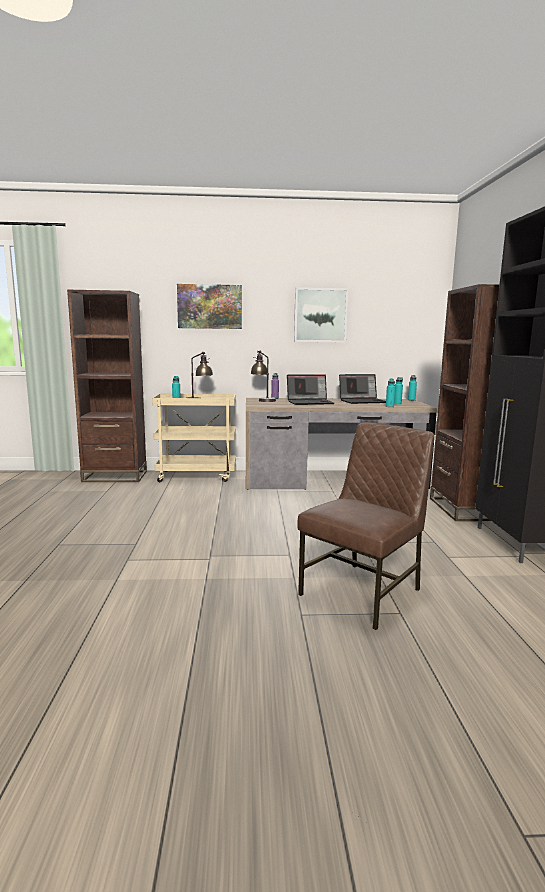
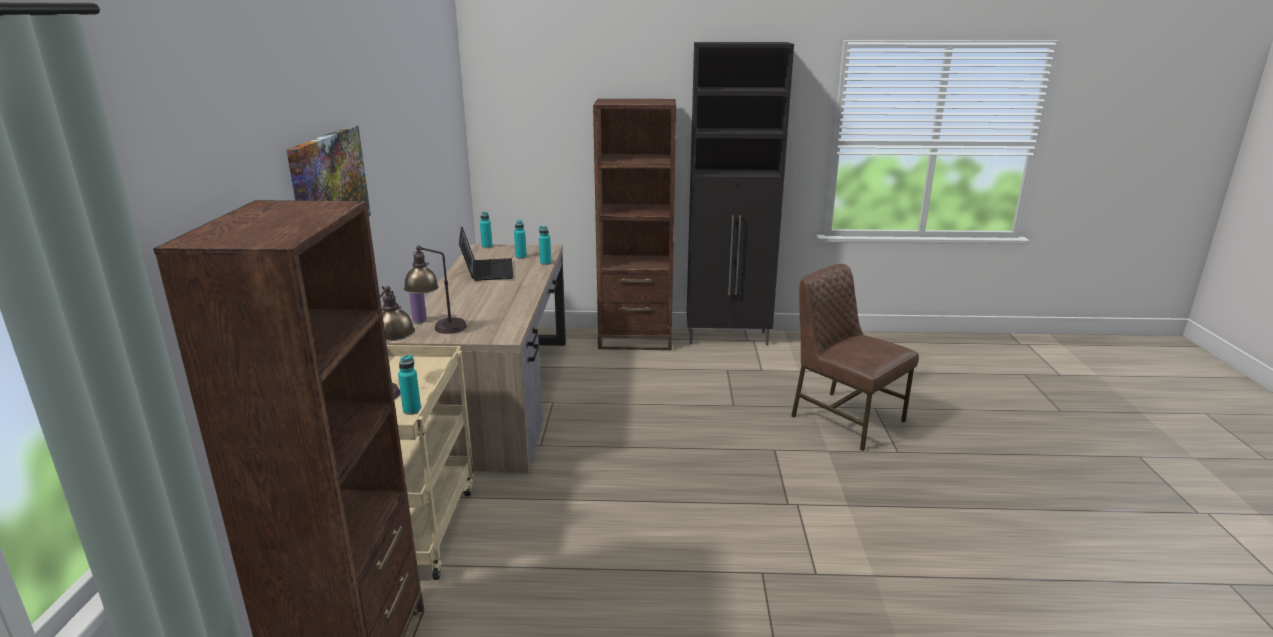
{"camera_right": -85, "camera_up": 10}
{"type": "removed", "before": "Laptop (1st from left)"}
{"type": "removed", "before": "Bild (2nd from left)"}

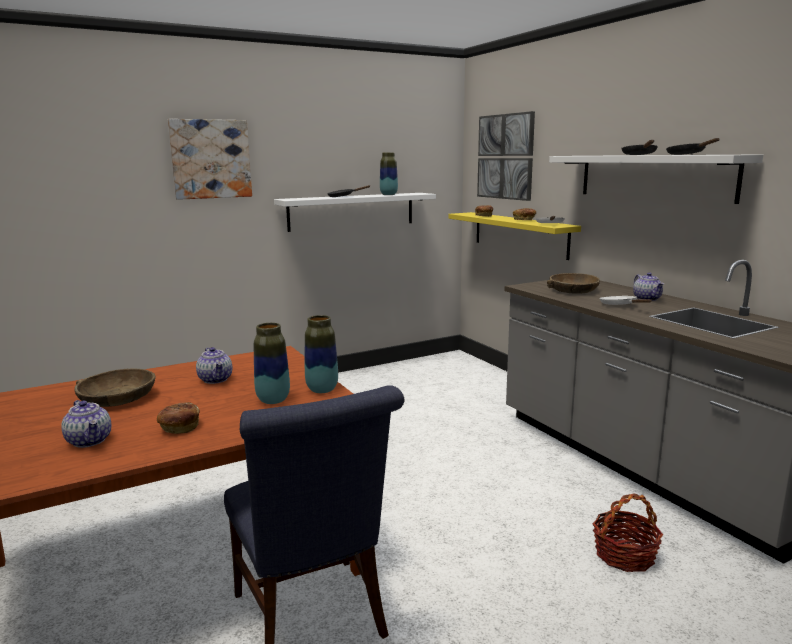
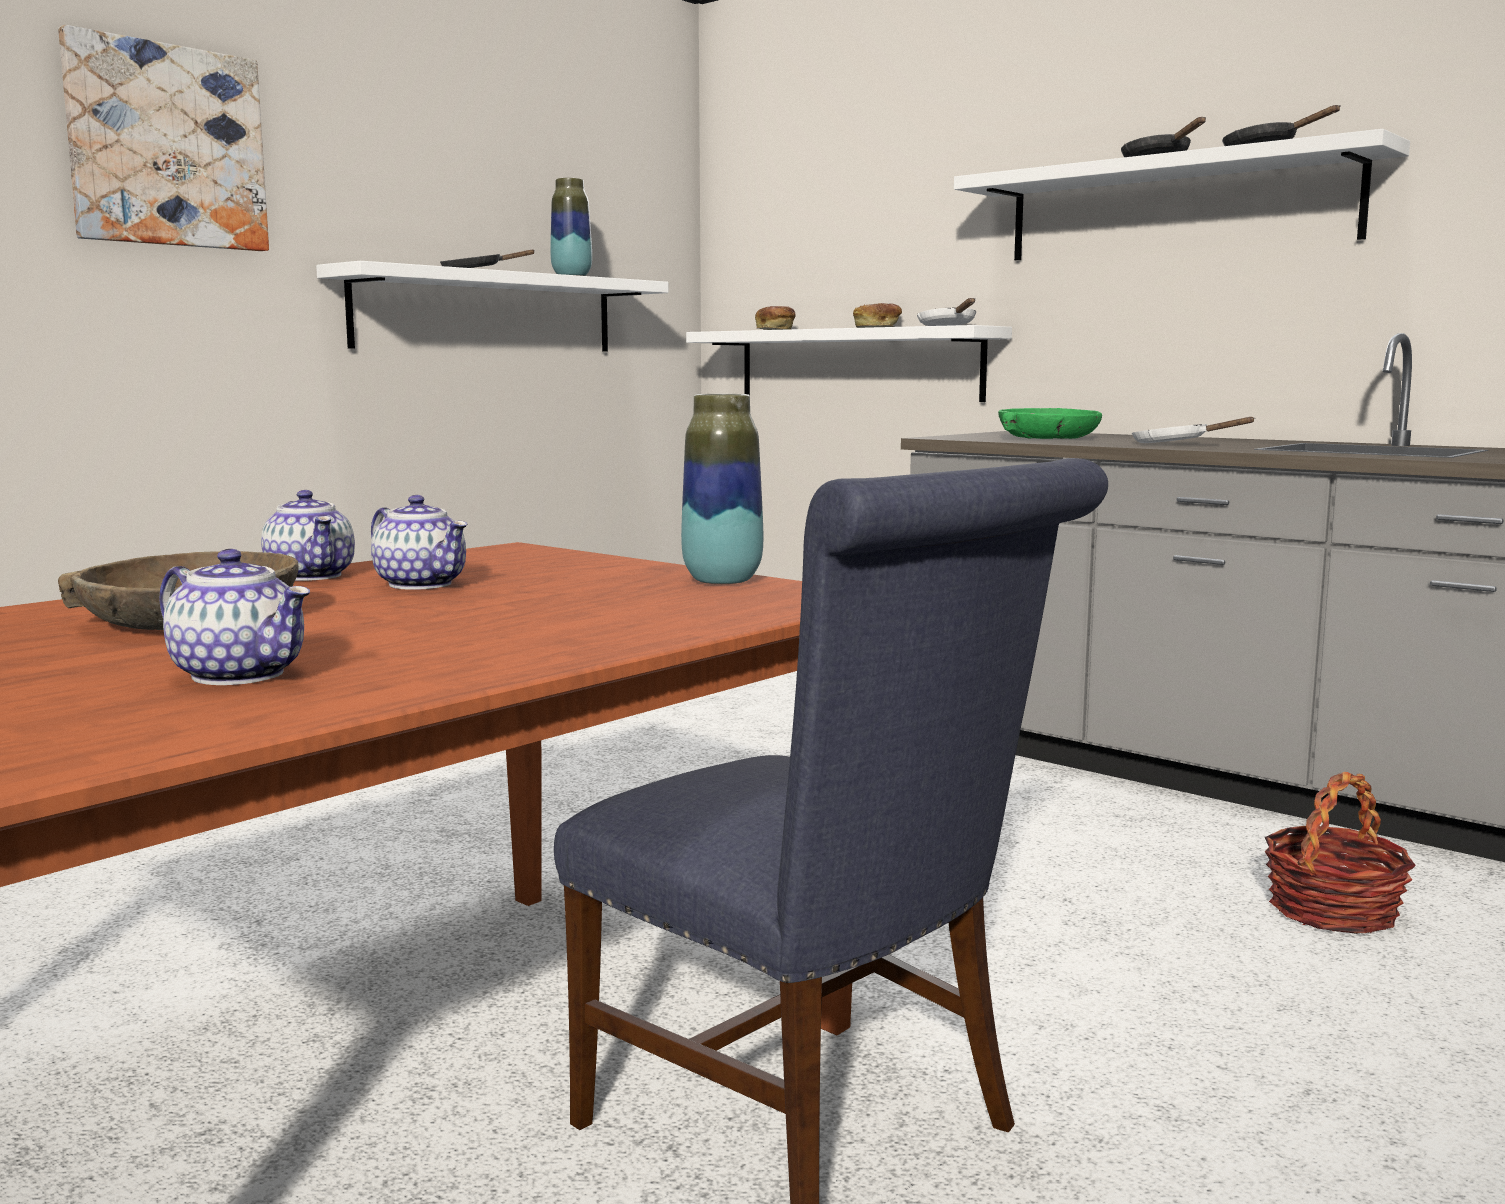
{"camera_right": -20, "camera_up": -5}
{"type": "removed", "before": "Brot (1st from left)"}
{"type": "removed", "before": "Vase (1st from left)"}
{"type": "recoloured", "before": "Wandregal [gelb]", "after": "Wandregal [weiß] (2nd from left)"}
{"type": "removed", "before": "Bild (2nd from left)"}
{"type": "recoloured", "before": "Schüssel [braun] (2nd from left)", "after": "Schüssel [grün]"}
{"type": "moved", "before": "Teekanne (3rd from left in the first image)", "after": "Teekanne (2nd from left)"}

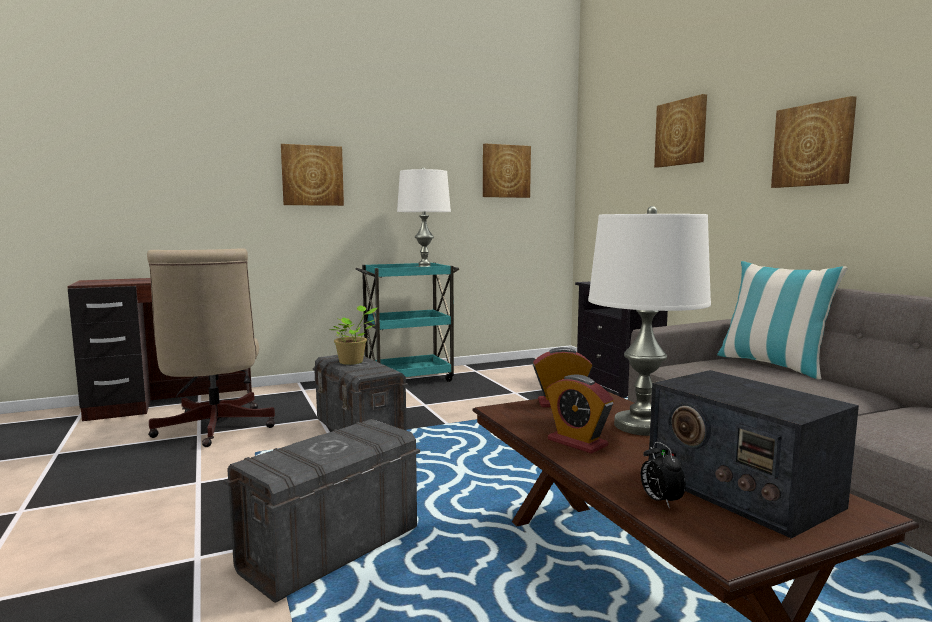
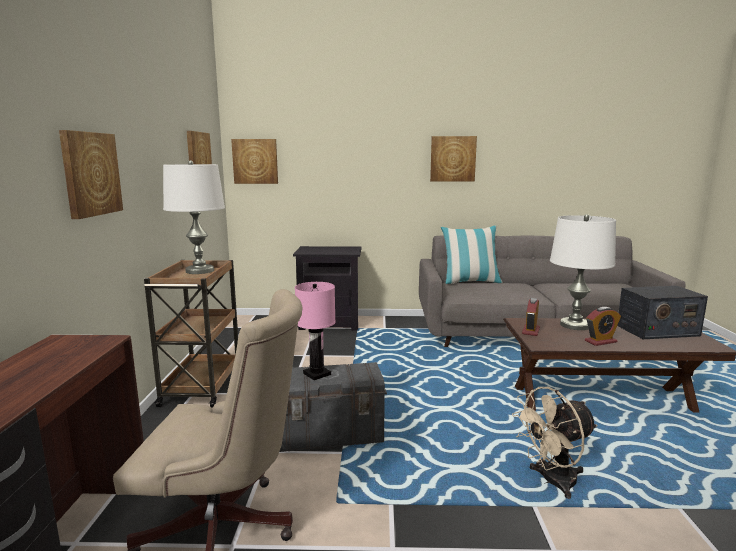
{"camera_right": -65, "camera_up": 5}
{"type": "replaced", "before": "Aufbewahrungsbox [grau] (1st from left)", "after": "Ventilator [beige]"}
{"type": "replaced", "before": "Topfpflanze", "after": "Tischlampe [rosa]"}
{"type": "recoloured", "before": "Rollwagen [türkis]", "after": "Rollwagen [braun]"}
{"type": "removed", "before": "Wecker (3rd from left)"}
{"type": "moved", "before": "Bild (3rd from left)"}

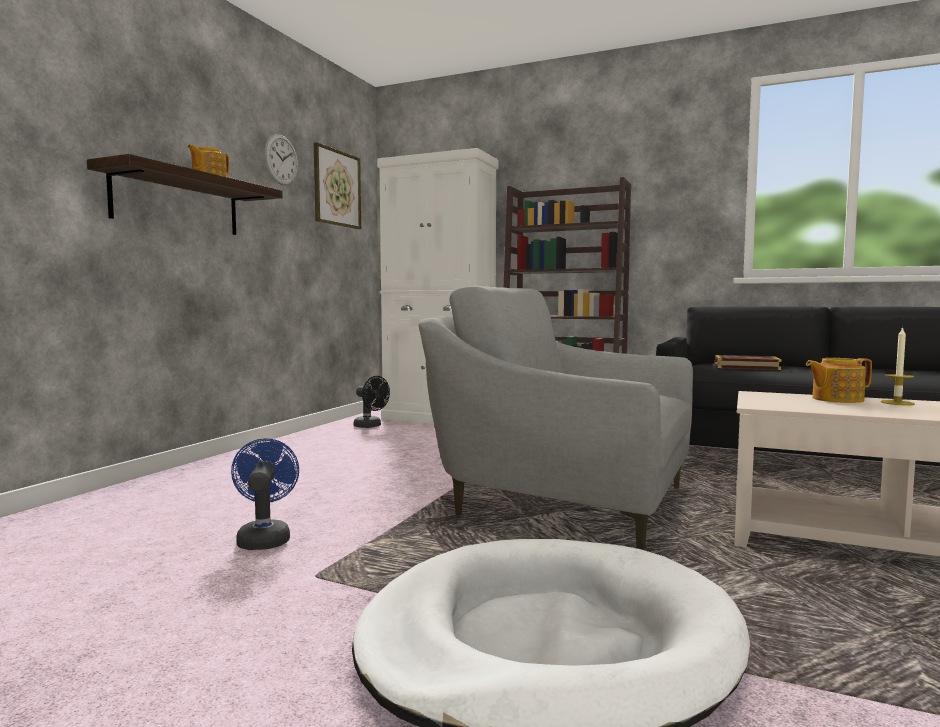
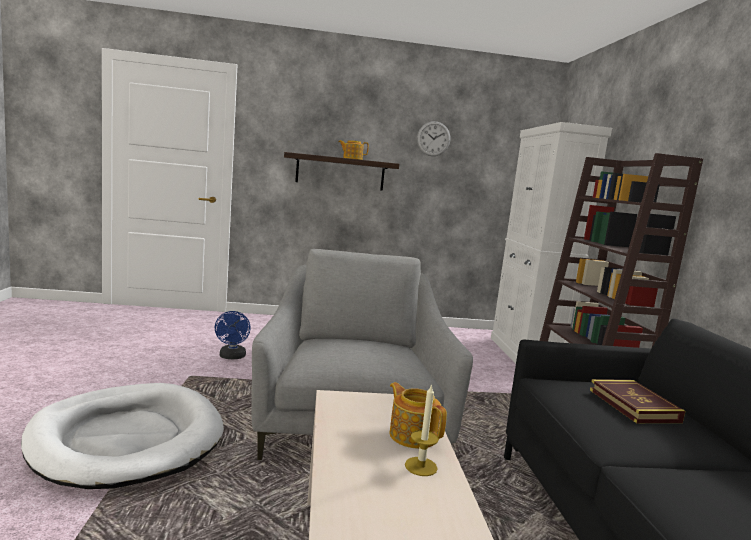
{"camera_right": 60, "camera_up": 5}
{"type": "turned", "before": "Ventilator [blau]", "turn": 120}
{"type": "removed", "before": "Bild"}
{"type": "removed", "before": "Ventilator [schwarz]"}

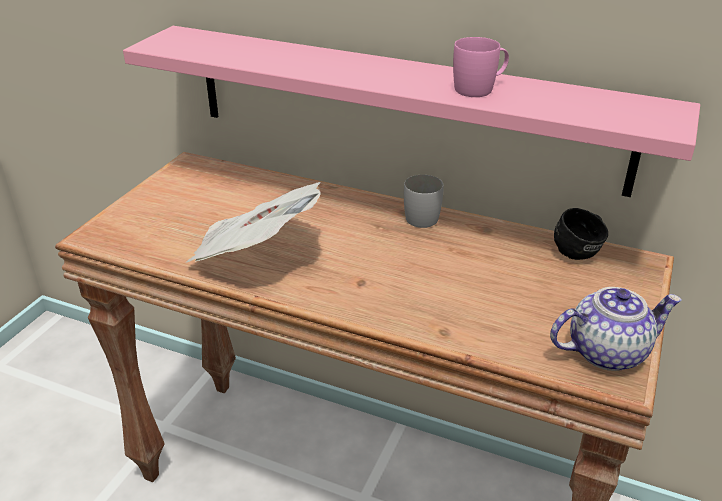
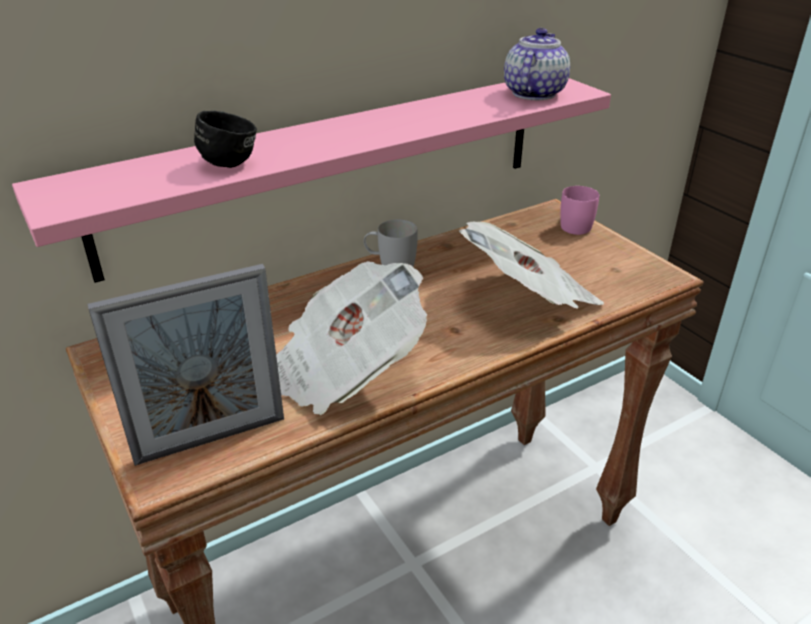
{"camera_right": -55, "camera_up": 0}
{"type": "moved", "before": "Henkelbecher [rosa]"}
{"type": "moved", "before": "Teekanne"}
{"type": "moved", "before": "Henkelbecher [schwarz]"}
{"type": "added", "after": "Bilderrahmen"}
{"type": "added", "after": "Zeitung (2nd from left)"}

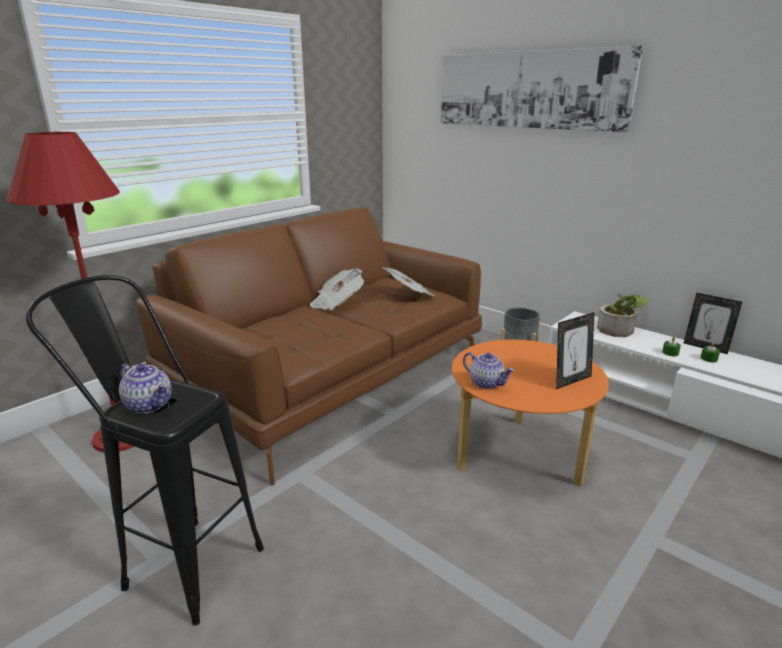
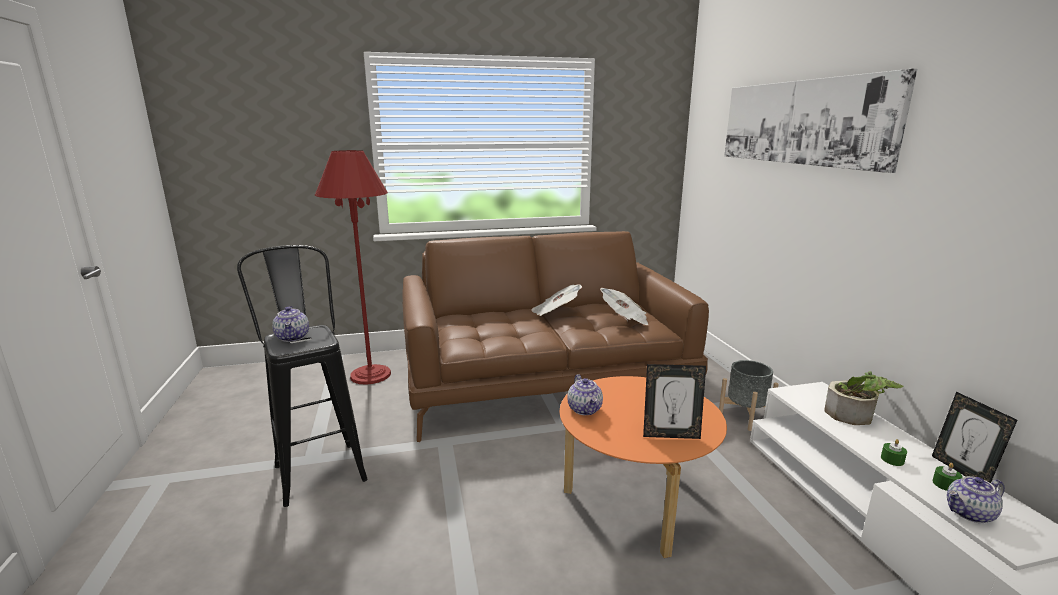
{"camera_right": 35, "camera_up": -5}
{"type": "added", "after": "Teekanne (3rd from left)"}

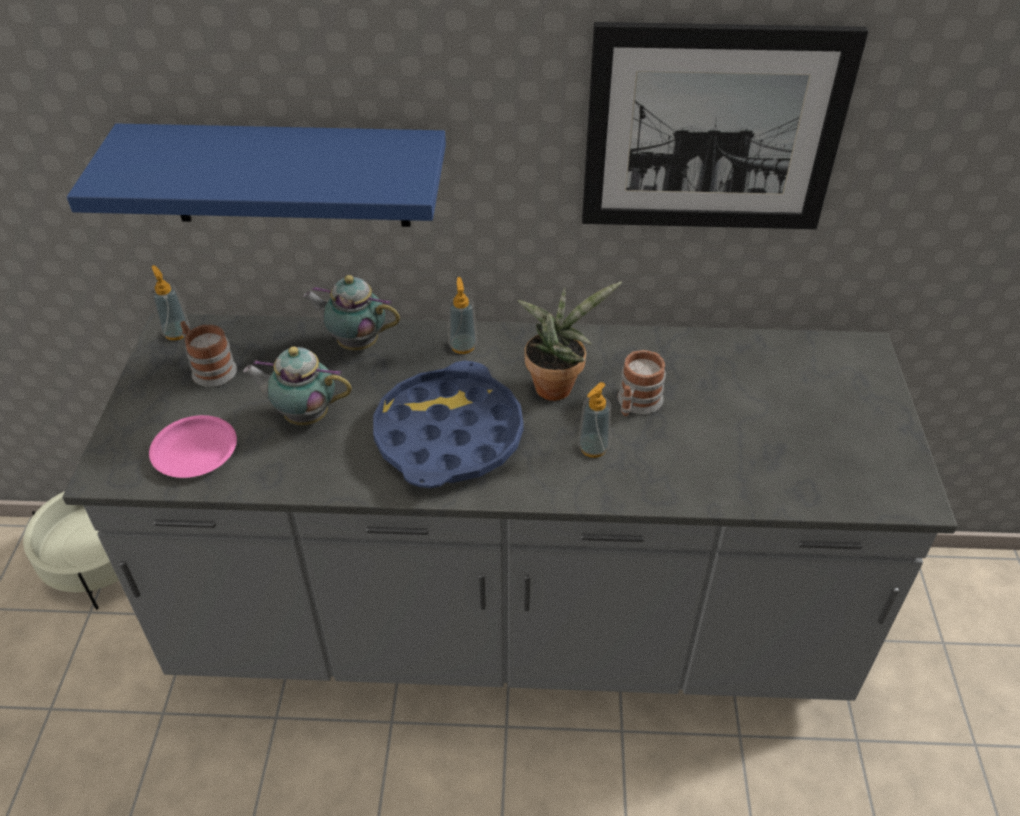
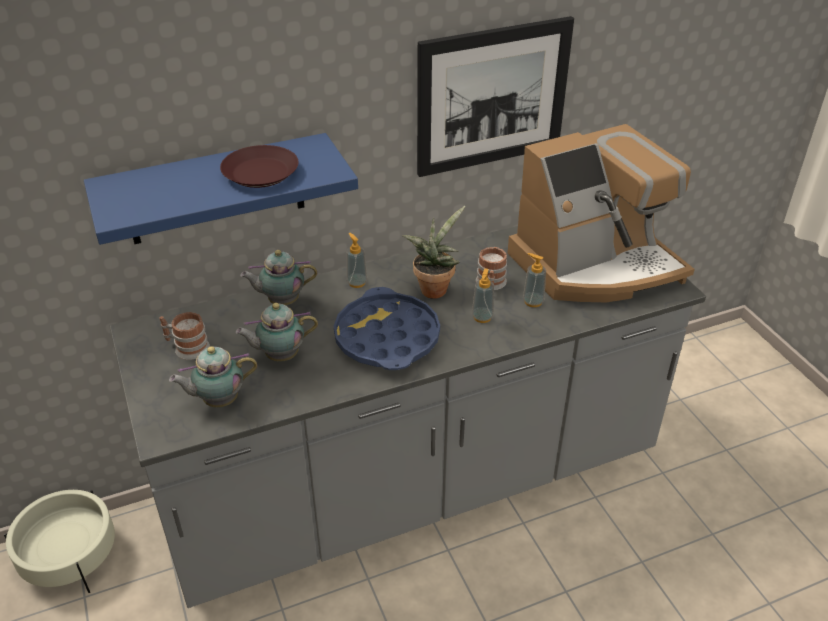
{"camera_right": -25, "camera_up": -5}
{"type": "replaced", "before": "Teller [rosa]", "after": "Teekanne (1st from left)"}
{"type": "moved", "before": "Seifenspender (1st from left in the first image)", "after": "Seifenspender (3rd from left)"}
{"type": "added", "after": "Teller [braun]"}
{"type": "added", "after": "Kaffeemaschine"}

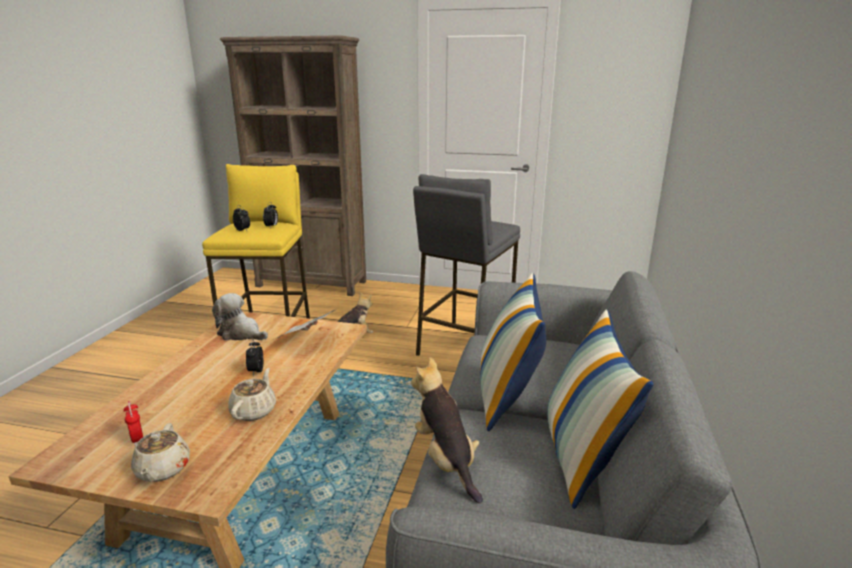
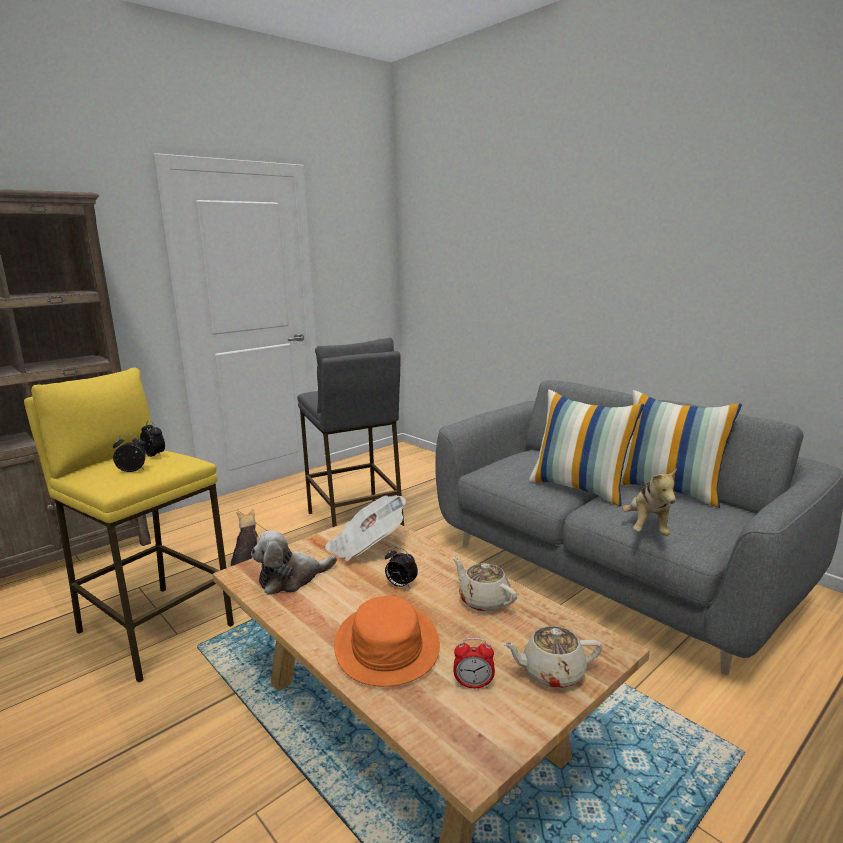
{"camera_right": -55, "camera_up": -5}
{"type": "turned", "before": "Teekanne [beige] (1st from left in the first image)", "turn": 150}
{"type": "turned", "before": "Plüschtier (3rd from left)", "turn": -90}
{"type": "added", "after": "Hut [orange]"}

